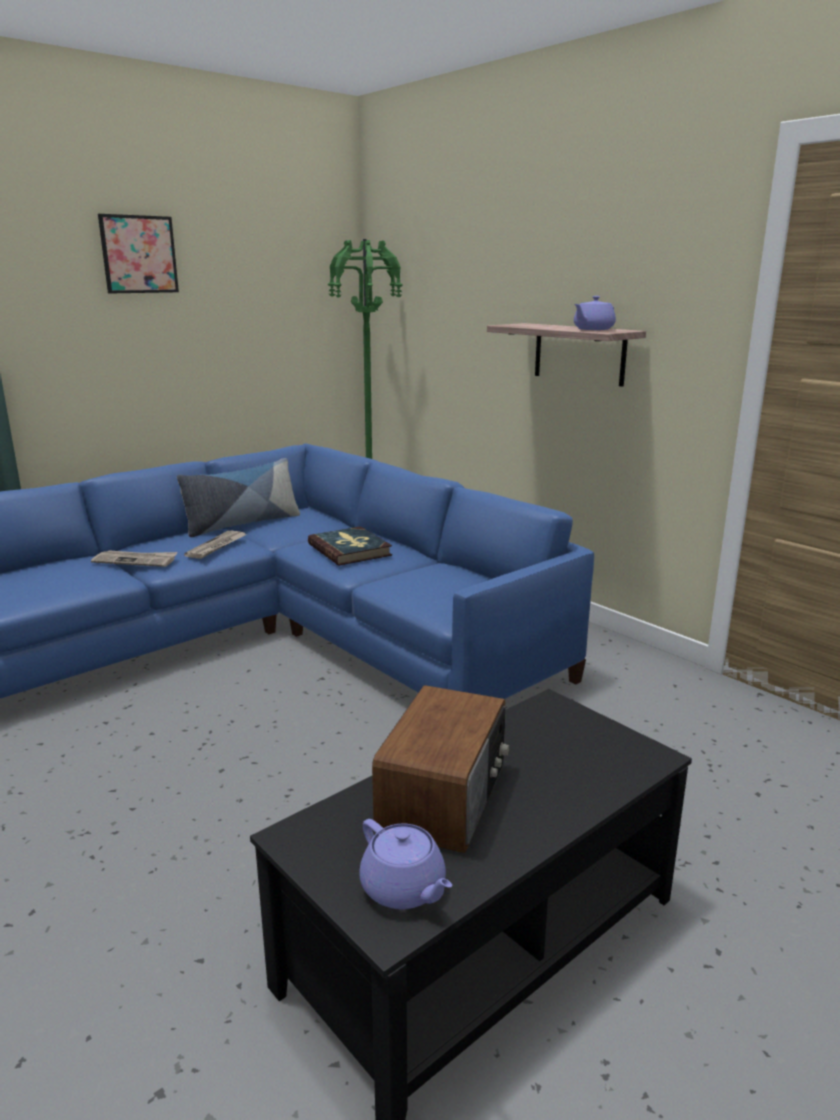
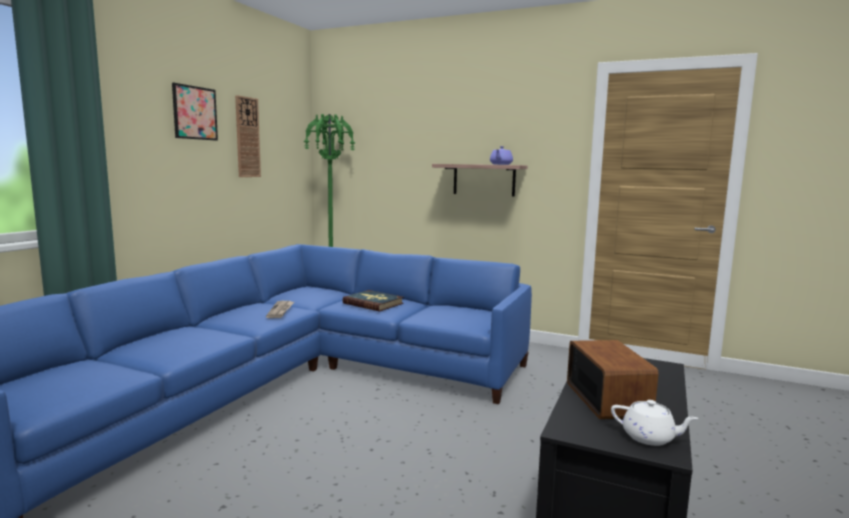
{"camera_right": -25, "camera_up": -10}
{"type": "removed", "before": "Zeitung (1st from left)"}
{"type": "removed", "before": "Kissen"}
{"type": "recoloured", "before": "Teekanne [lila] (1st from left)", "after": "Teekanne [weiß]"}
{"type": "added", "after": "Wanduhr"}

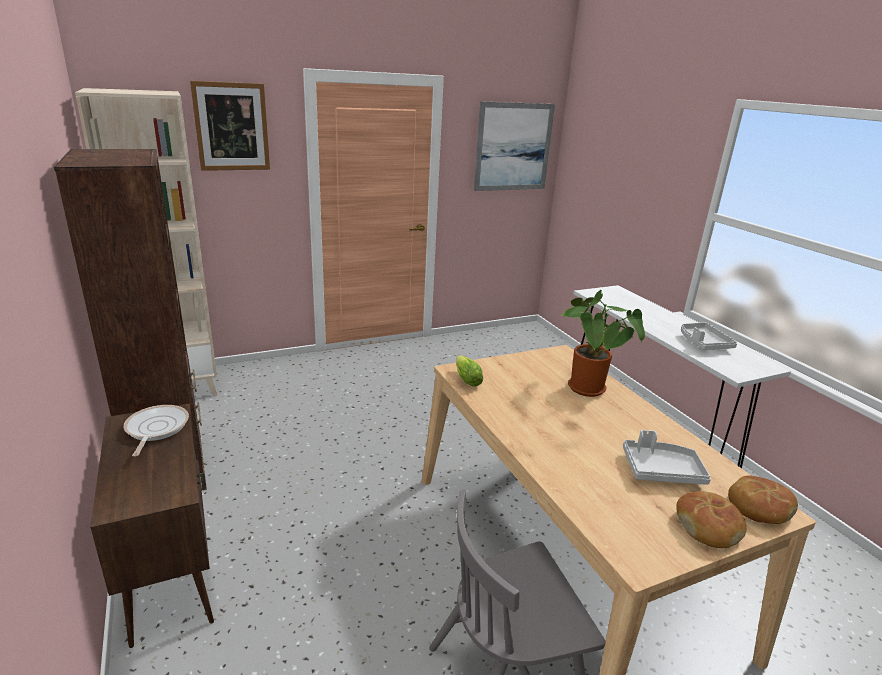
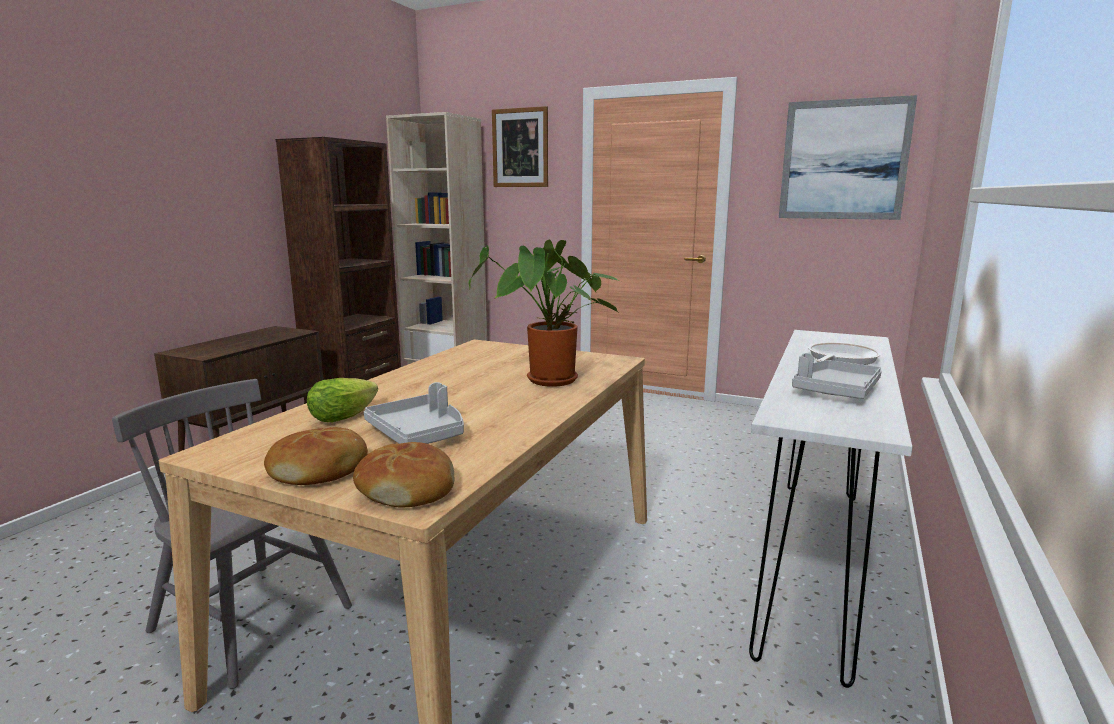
{"camera_right": 50, "camera_up": -10}
{"type": "moved", "before": "Pfanne"}
{"type": "moved", "before": "Salatkopf"}

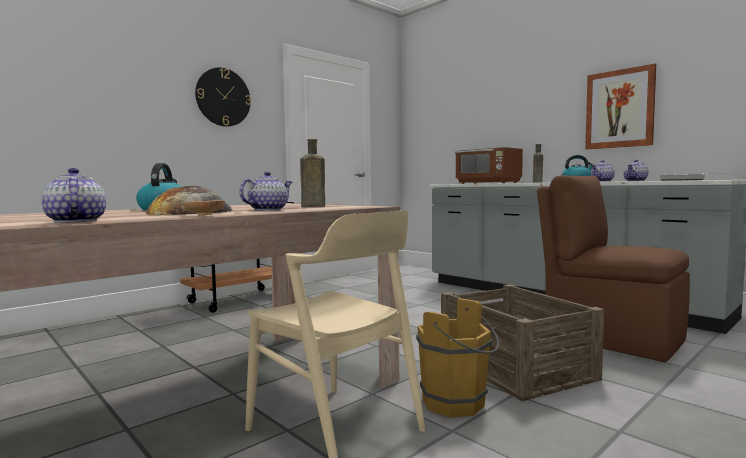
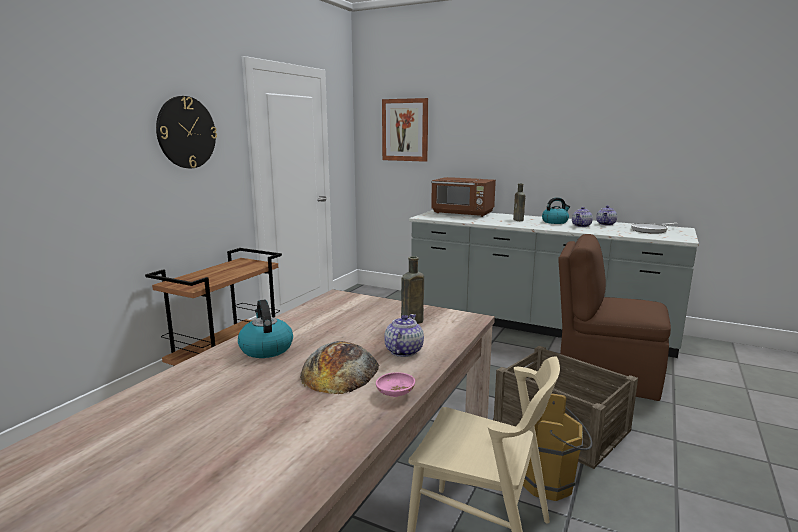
{"camera_right": -20, "camera_up": 10}
{"type": "removed", "before": "Teekanne (1st from left)"}
{"type": "recoloured", "before": "Schüssel [braun]", "after": "Schüssel [rosa]"}
{"type": "moved", "before": "Bild"}

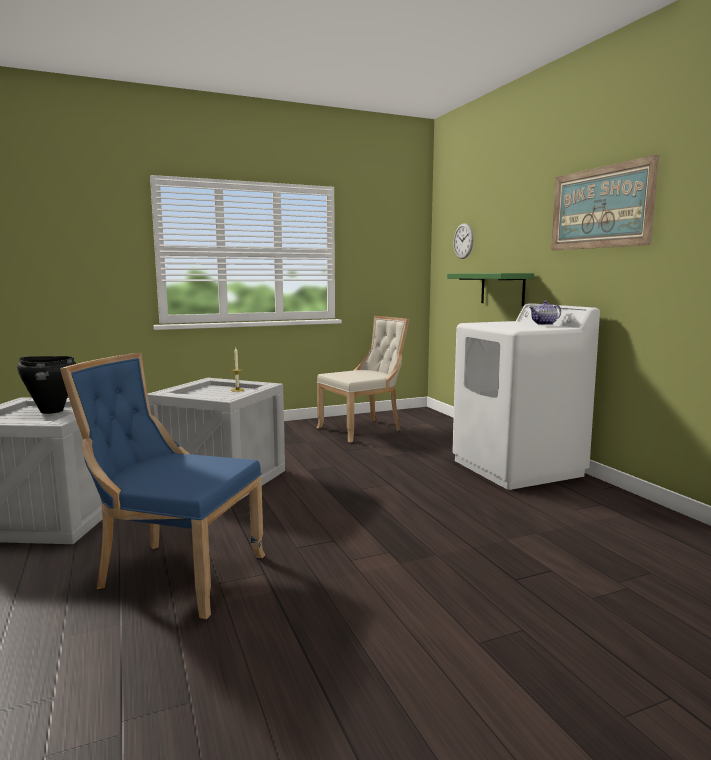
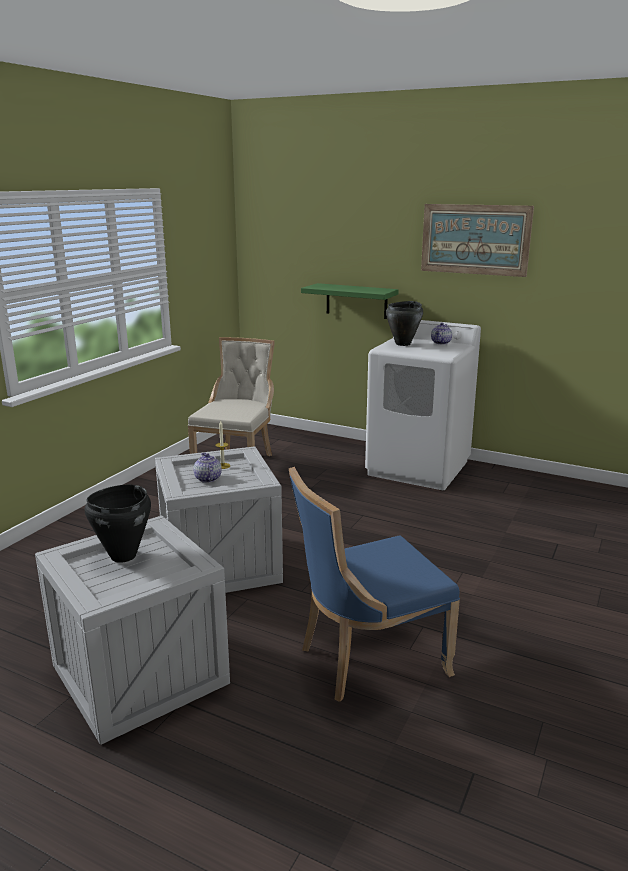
{"camera_right": -40, "camera_up": 10}
{"type": "removed", "before": "Wanduhr"}
{"type": "added", "after": "Teekanne (1st from left)"}
{"type": "added", "after": "Kochtopf [schwarz] (2nd from left)"}

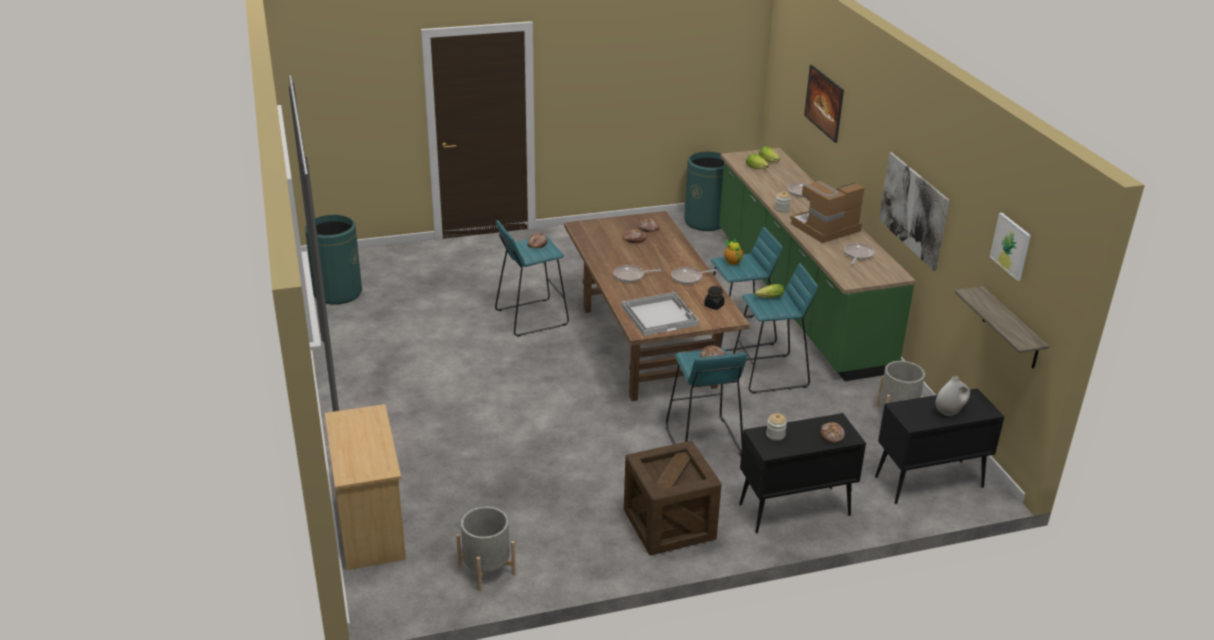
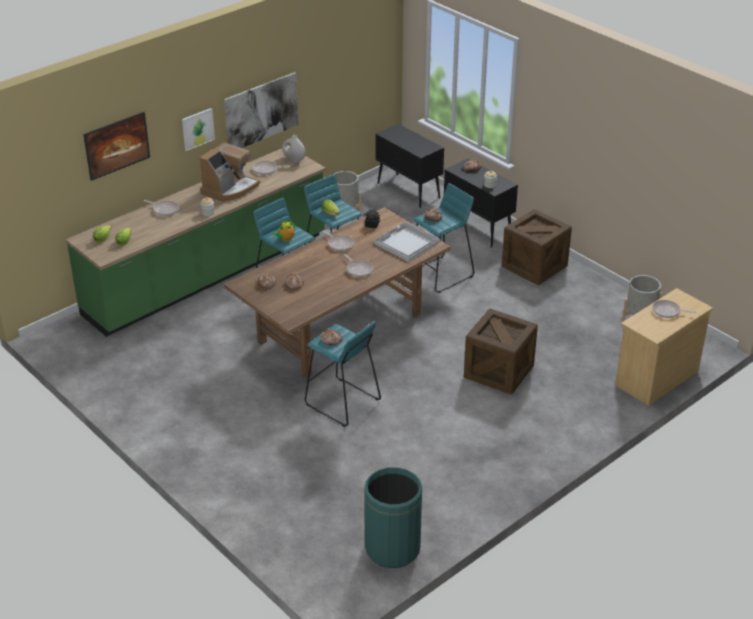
{"camera_right": -115, "camera_up": 5}
{"type": "removed", "before": "Mülleimer [grün] (2nd from left)"}
{"type": "turned", "before": "Kaffeemaschine", "turn": -90}
{"type": "moved", "before": "Vase [weiß]"}
{"type": "removed", "before": "Wandregal"}
{"type": "moved", "before": "Bild (3rd from left in the first image)", "after": "Bild (2nd from left)"}
{"type": "added", "after": "Kiste (1st from left)"}
{"type": "added", "after": "Pfanne (5th from left)"}

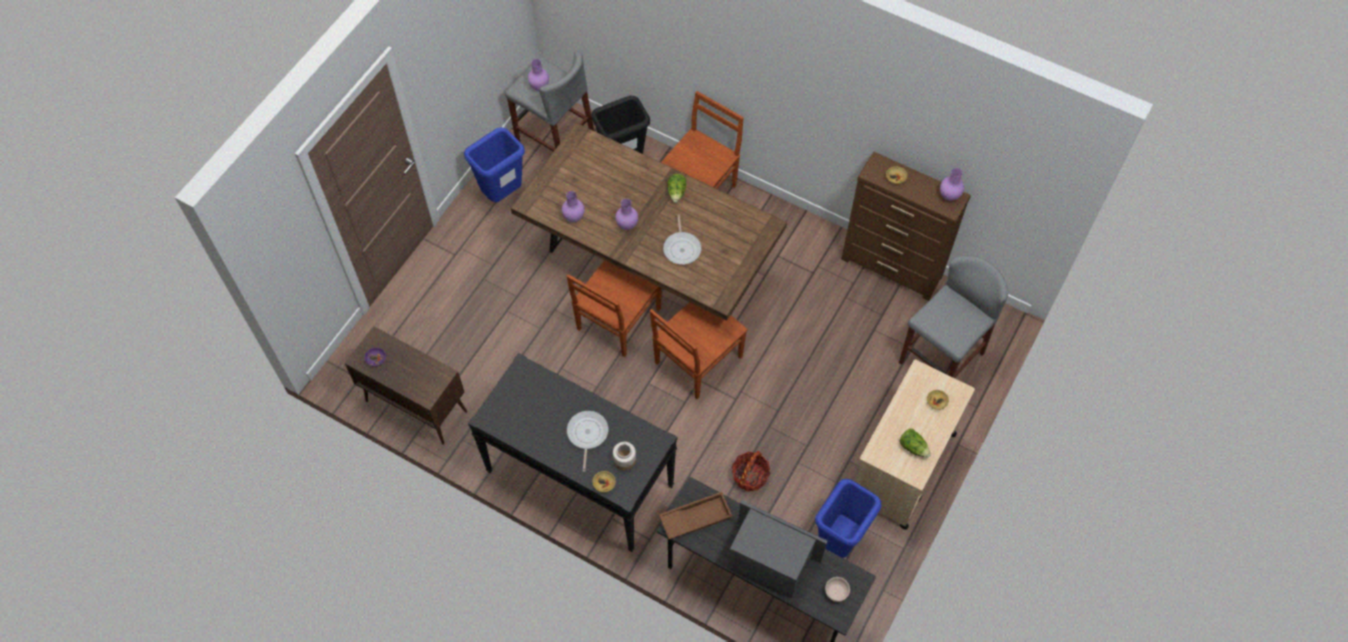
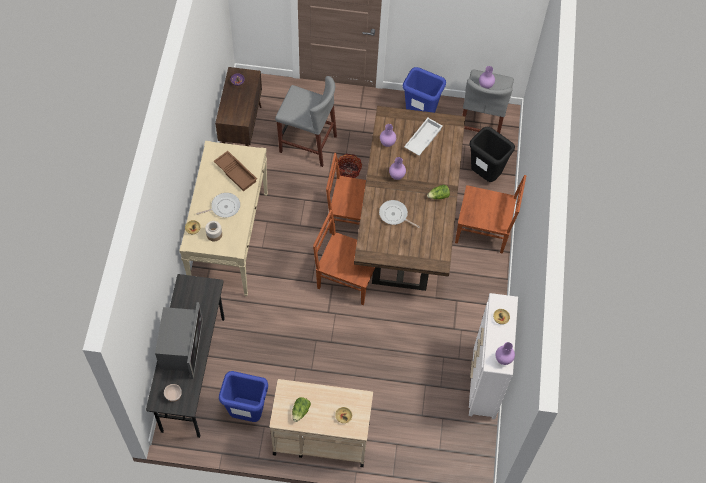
{"camera_right": 65, "camera_up": 0}
{"type": "recoloured", "before": "Konsolentisch [schwarz]", "after": "Konsolentisch [beige]"}
{"type": "moved", "before": "Tablett [braun]"}
{"type": "turned", "before": "Pfanne (2nd from left)", "turn": 60}
{"type": "moved", "before": "Korb"}
{"type": "recoloured", "before": "Kommode [braun]", "after": "Kommode [weiß]"}
{"type": "moved", "before": "Hocker [grau] (2nd from left in the first image)", "after": "Hocker [grau] (1st from left)"}
{"type": "added", "after": "Tablett [weiß]"}

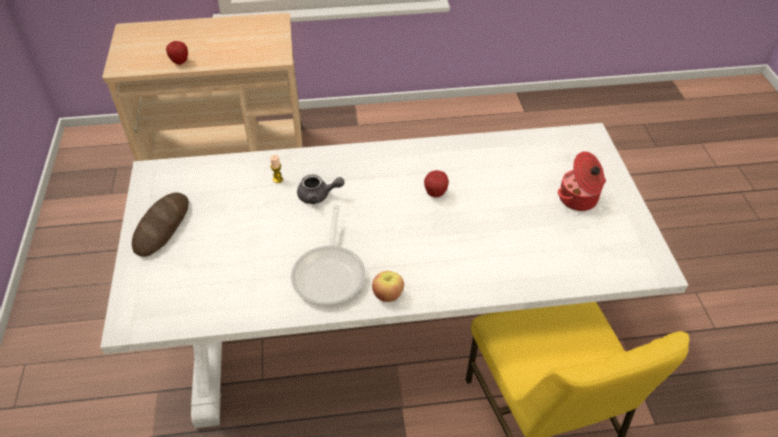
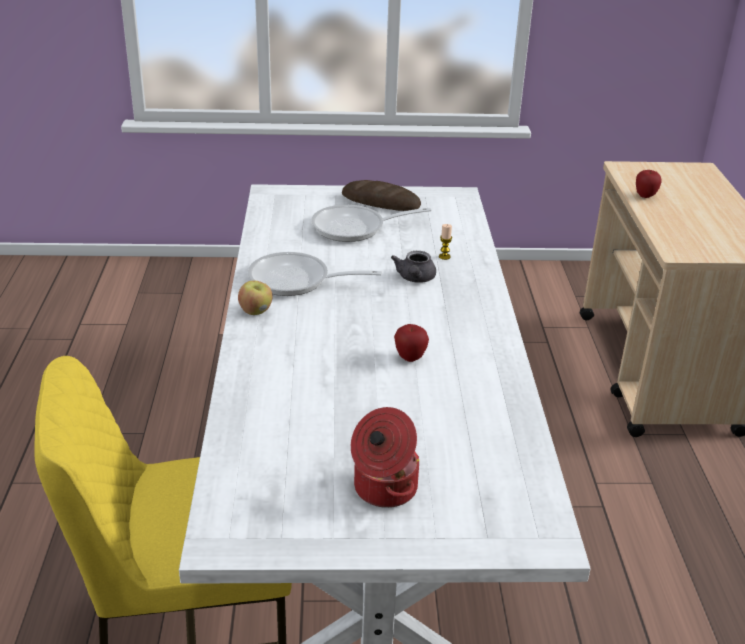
{"camera_right": 95, "camera_up": -15}
{"type": "added", "after": "Pfanne (2nd from left)"}

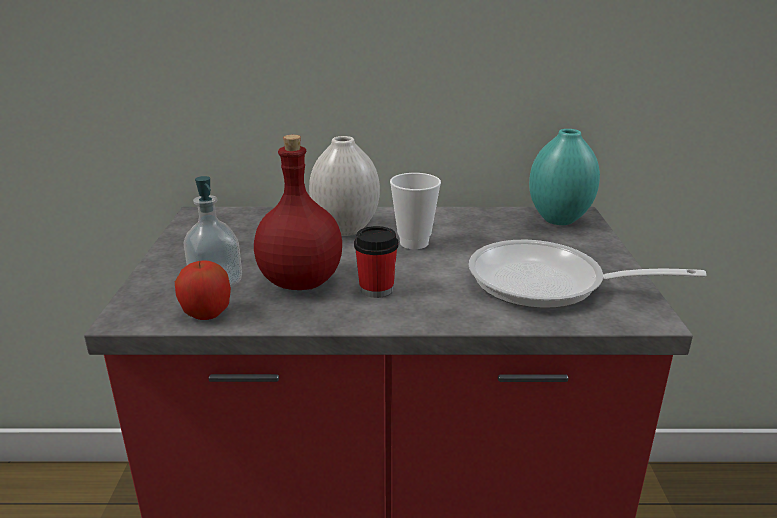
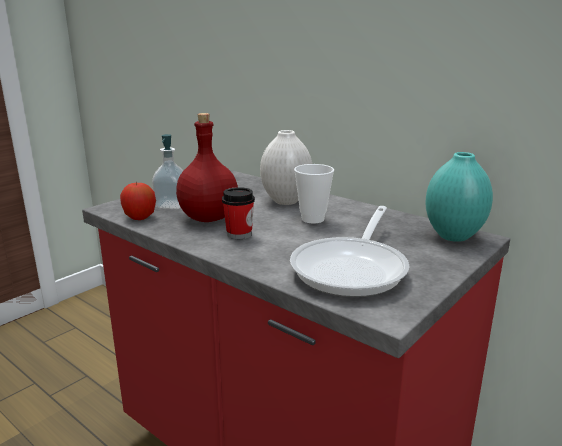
{"camera_right": 40, "camera_up": -5}
{"type": "turned", "before": "Pfanne", "turn": -120}

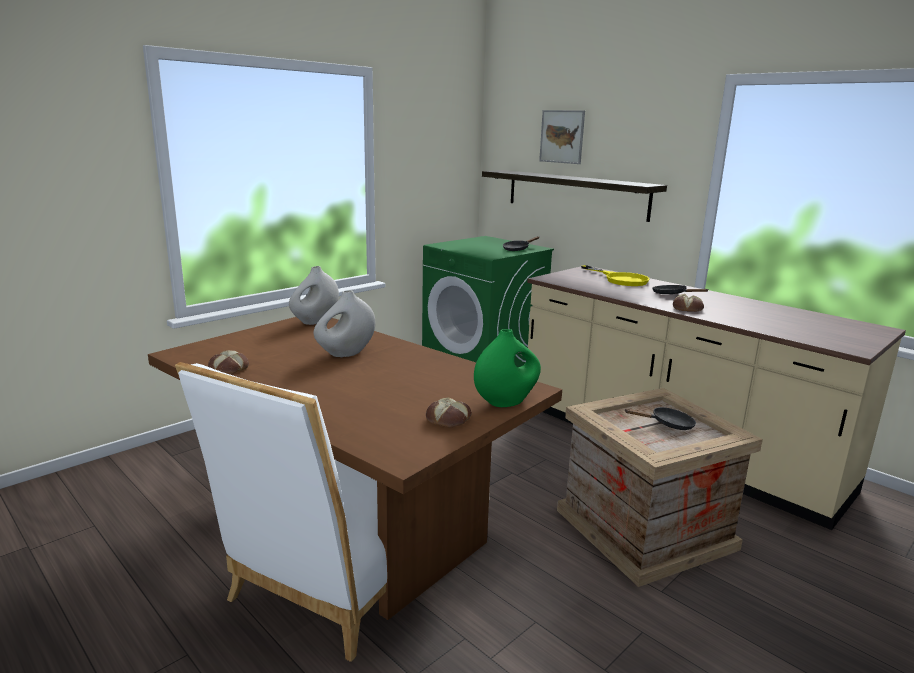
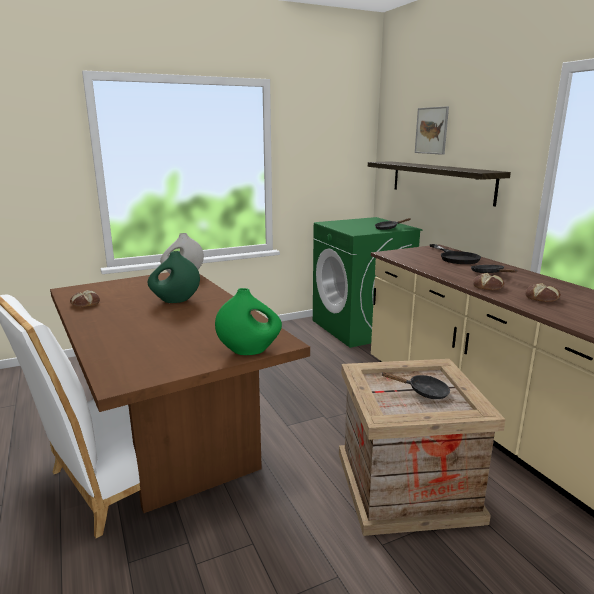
{"camera_right": 20, "camera_up": 0}
{"type": "recoloured", "before": "Vase [weiß] (2nd from left)", "after": "Vase [grün] (1st from left)"}
{"type": "moved", "before": "Brot (2nd from left in the first image)", "after": "Brot (3rd from left)"}
{"type": "recoloured", "before": "Pfanne [gelb]", "after": "Pfanne [schwarz] (3rd from left)"}

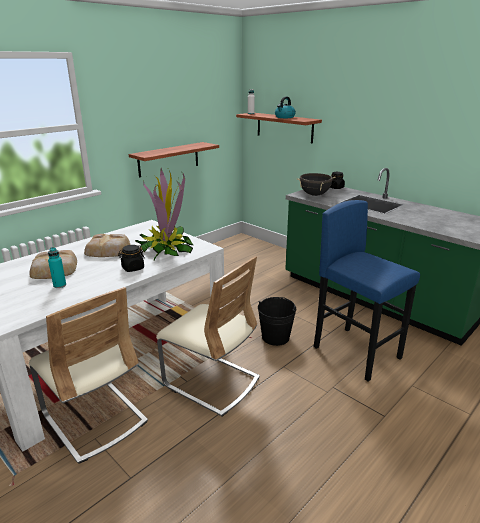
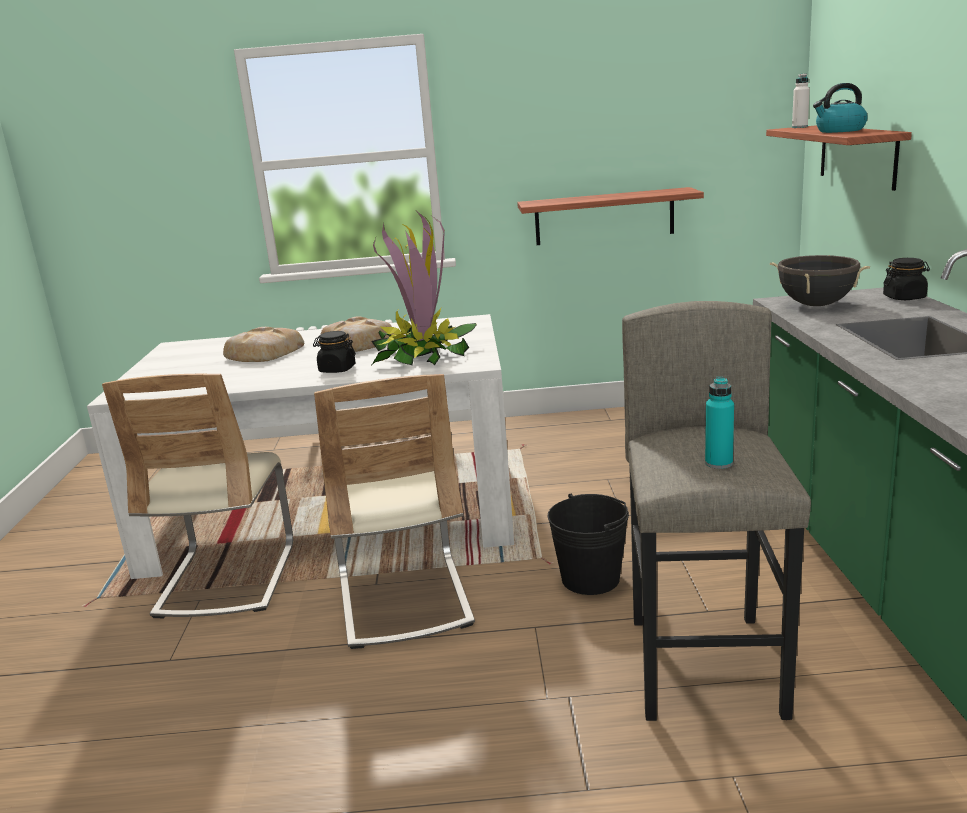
{"camera_right": 45, "camera_up": -5}
{"type": "moved", "before": "Flasche [türkis]"}
{"type": "recoloured", "before": "Hocker [blau]", "after": "Hocker [grau]"}

